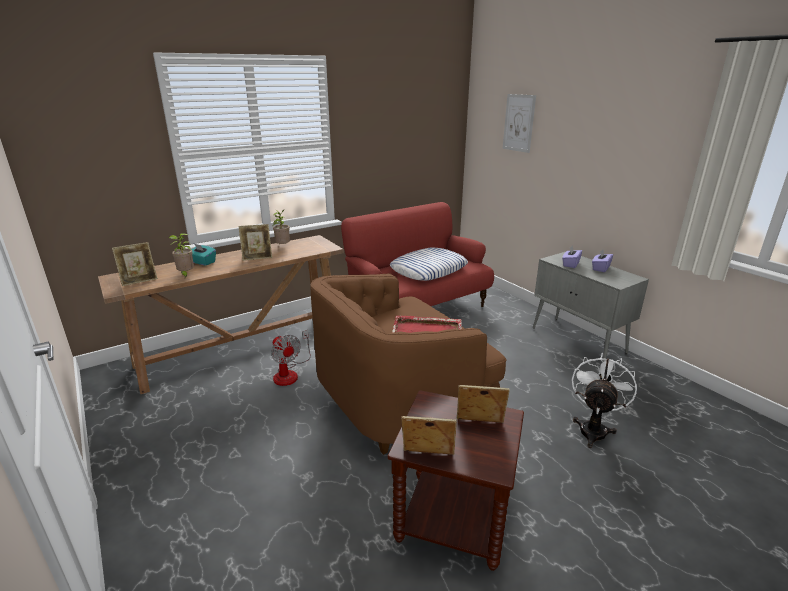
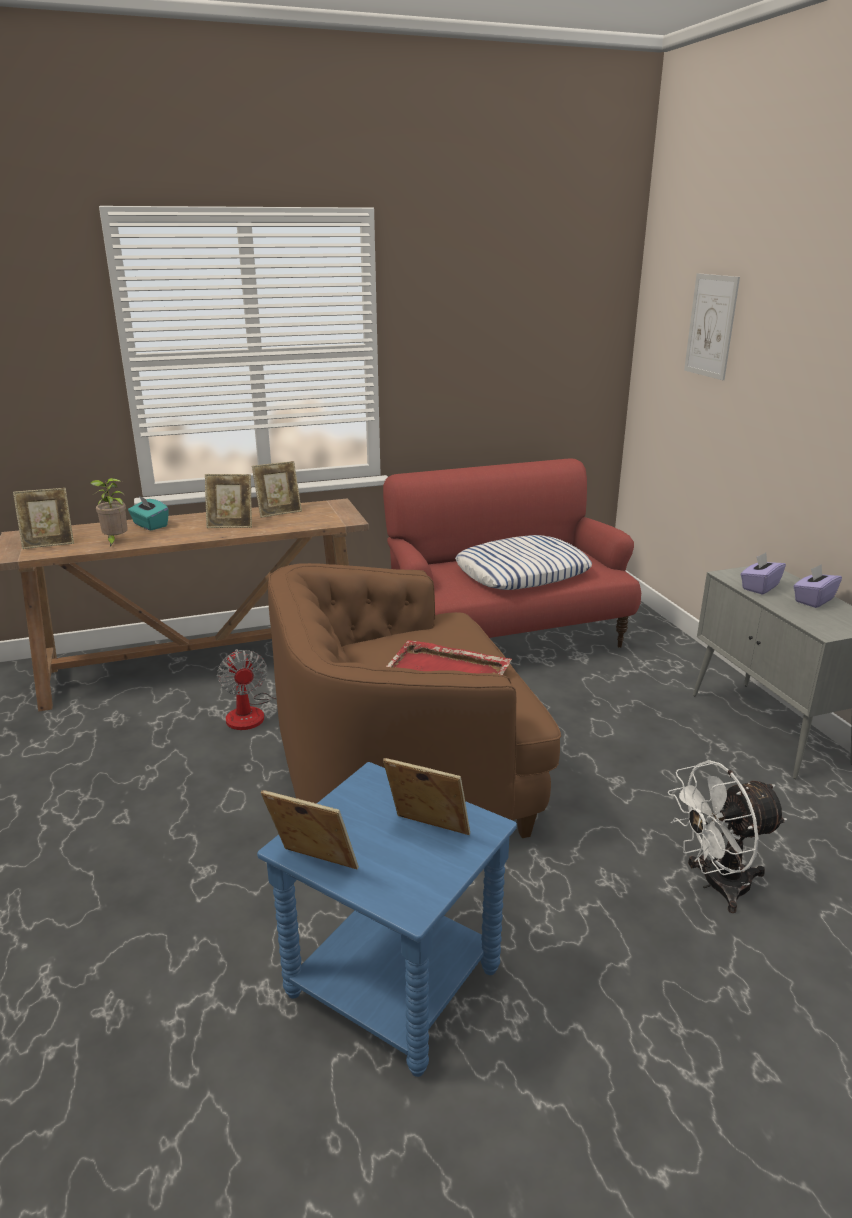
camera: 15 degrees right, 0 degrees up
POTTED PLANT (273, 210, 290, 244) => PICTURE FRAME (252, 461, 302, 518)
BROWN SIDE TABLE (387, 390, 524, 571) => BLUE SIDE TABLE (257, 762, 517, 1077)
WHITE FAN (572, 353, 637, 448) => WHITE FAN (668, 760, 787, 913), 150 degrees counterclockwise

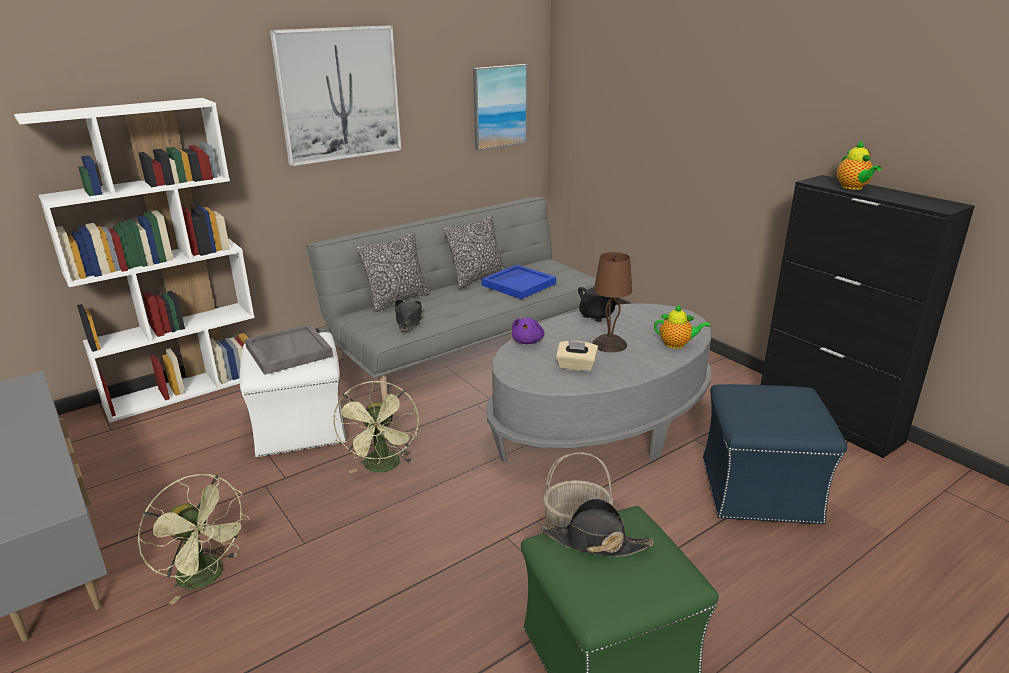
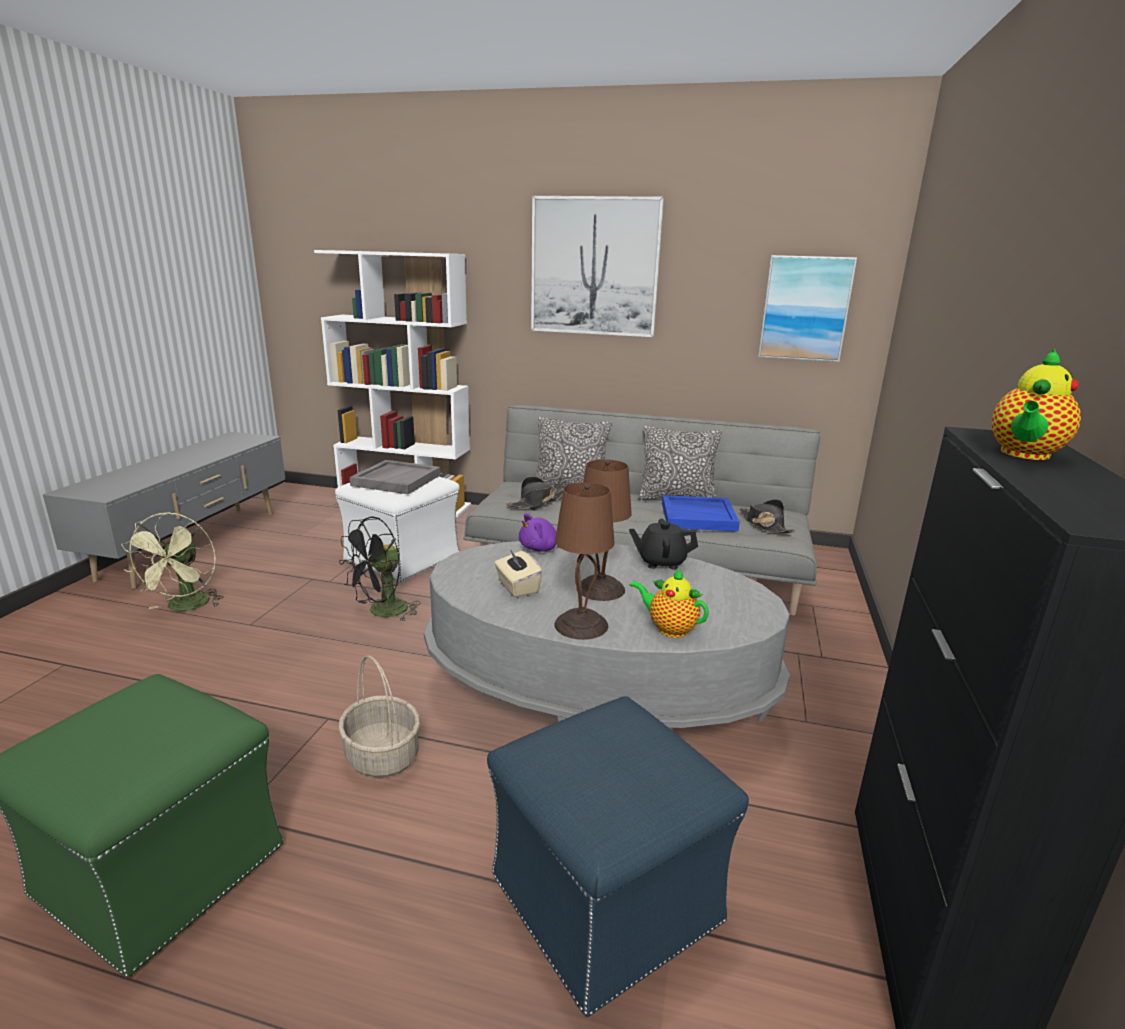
camera: 50 degrees right, 5 degrees down
GREEN FAN (333, 380, 419, 473) => BLACK FAN (339, 516, 420, 622)
BLACK HAT (541, 498, 654, 557) => BLACK HAT (740, 499, 796, 533), moved
TEAPOT (654, 305, 711, 349) => TEAPOT (629, 568, 709, 638), 150 degrees clockwise
nothing => BROWN TABLE LAMP (554, 482, 615, 640)

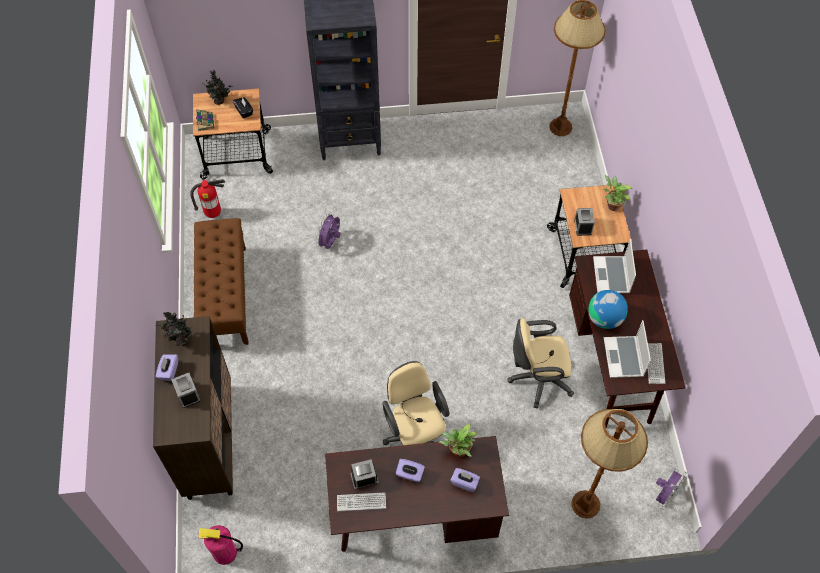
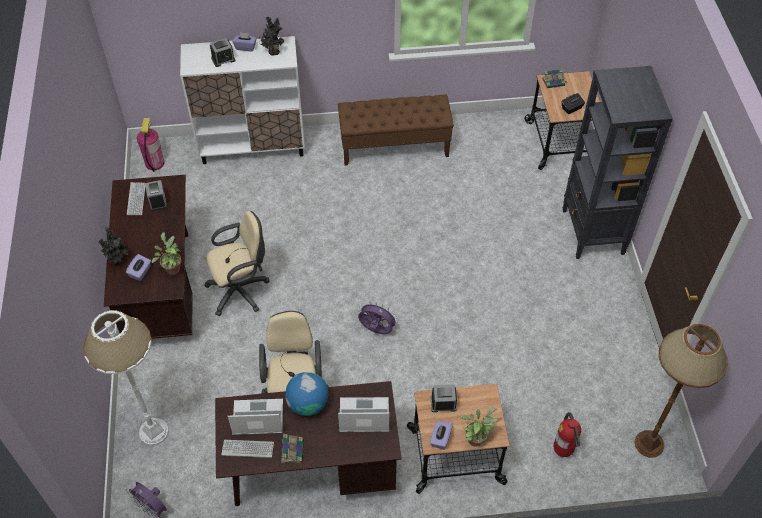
camera: 90 degrees right, 5 degrees down
BROWN CABINET (153, 316, 233, 500) => WHITE CABINET (180, 36, 305, 164)
FIRE EXTINGUISHER (190, 179, 225, 218) => FIRE EXTINGUISHER (554, 412, 581, 457), moved
POTTED PLANT (204, 70, 232, 105) => POTTED PLANT (98, 226, 130, 264), moved
PURPLE FAN (316, 212, 341, 249) => PURPLE FAN (358, 301, 398, 334), moved
PURPLE TISSUE BOX (395, 459, 425, 482) => PURPLE TISSUE BOX (430, 421, 453, 450), moved
BROWN FLOOR LAMP (571, 409, 648, 519) => WHITE FLOOR LAMP (83, 310, 168, 445)
nothing => BOOK (281, 434, 304, 464)

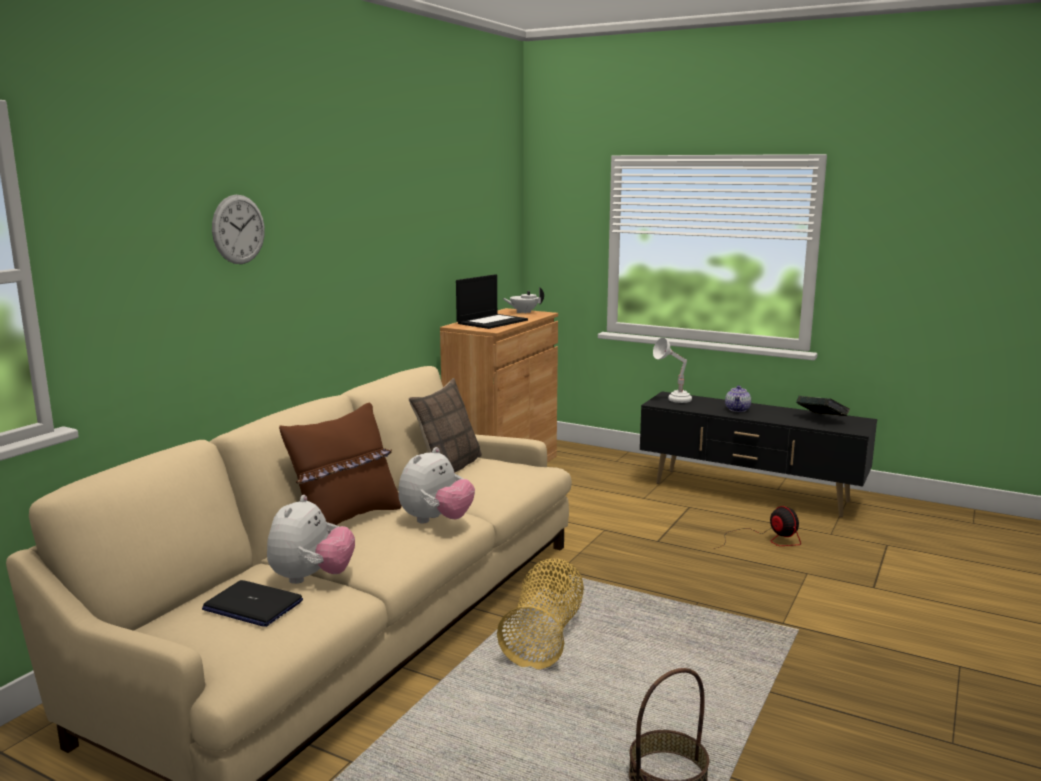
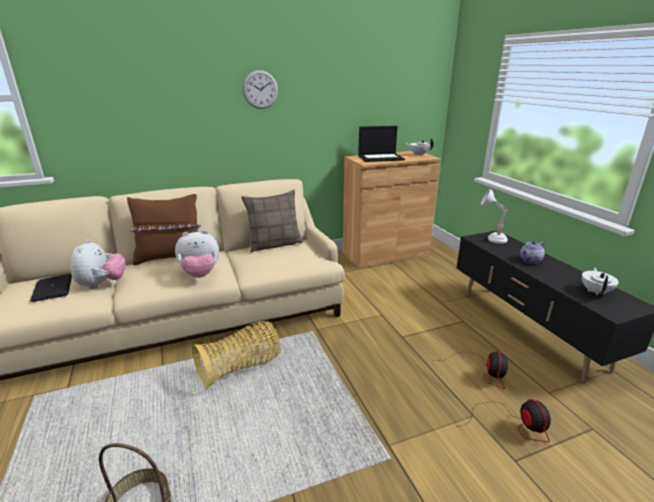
camera: 40 degrees right, 10 degrees up
WALL CLOCK (212, 195, 265, 264) => WALL CLOCK (242, 70, 278, 109), moved
PLUSH TOY (267, 495, 355, 584) => PLUSH TOY (71, 239, 125, 289), 60 degrees counterclockwise
BOOK (796, 396, 850, 416) => WHITE TEAPOT (582, 267, 619, 296)
nothing => FAN (455, 399, 551, 442)

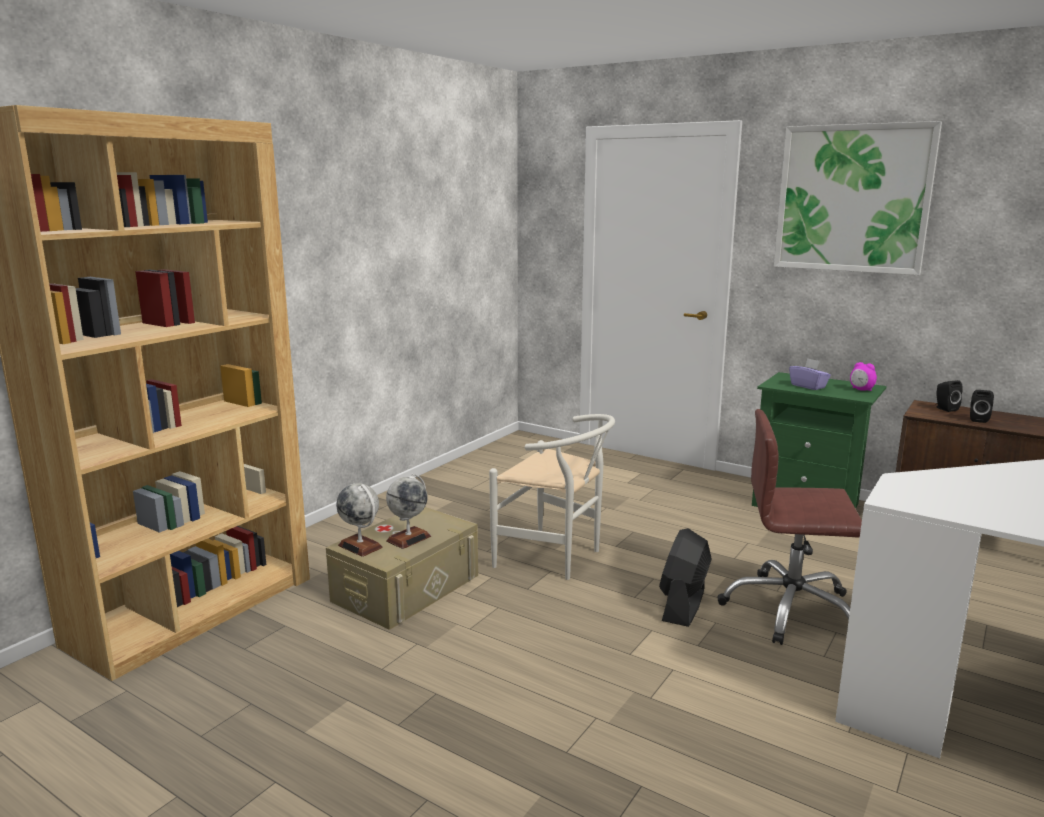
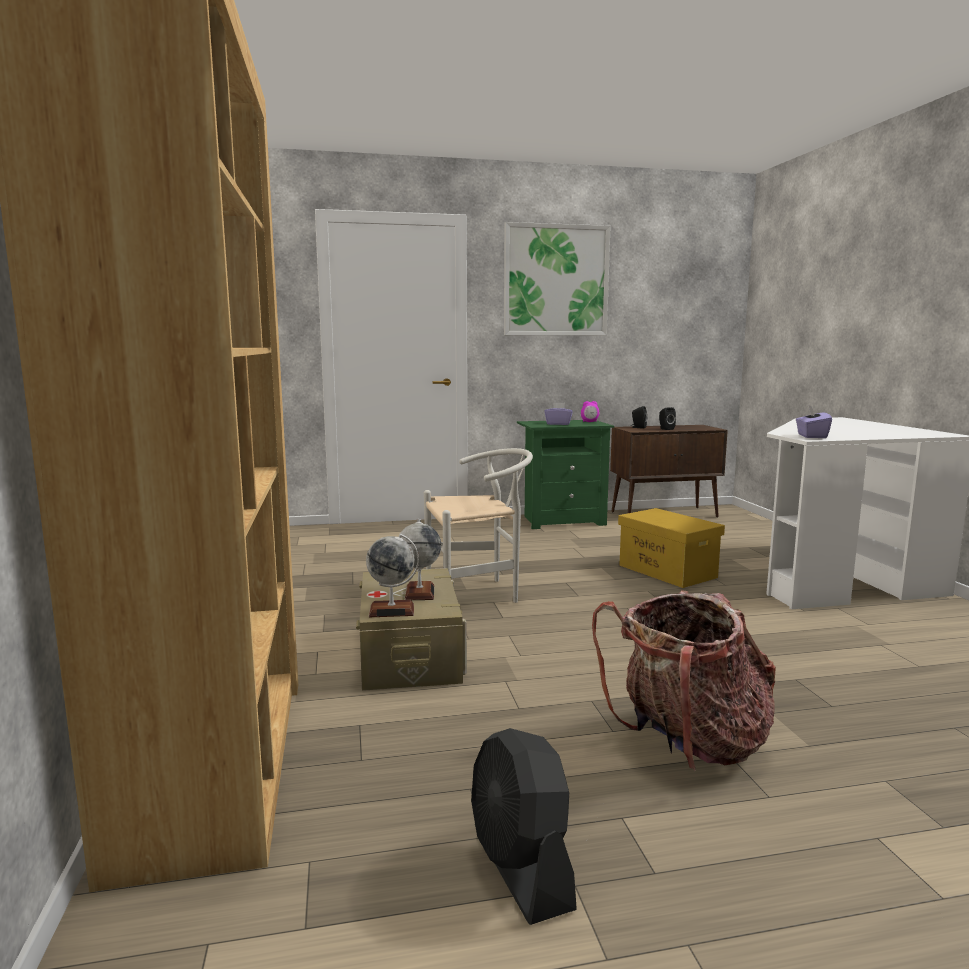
camera: 45 degrees left, 5 degrees down
BLACK FAN (659, 528, 712, 627) => BLACK FAN (471, 728, 577, 925), moved
BROWN OFFICE CHAIR (717, 409, 862, 645) => YELLOW STORAGE BOX (618, 508, 725, 588)
nothing => BACKPACK (592, 590, 775, 771)
nothing => PURPLE TISSUE BOX (796, 406, 832, 438)

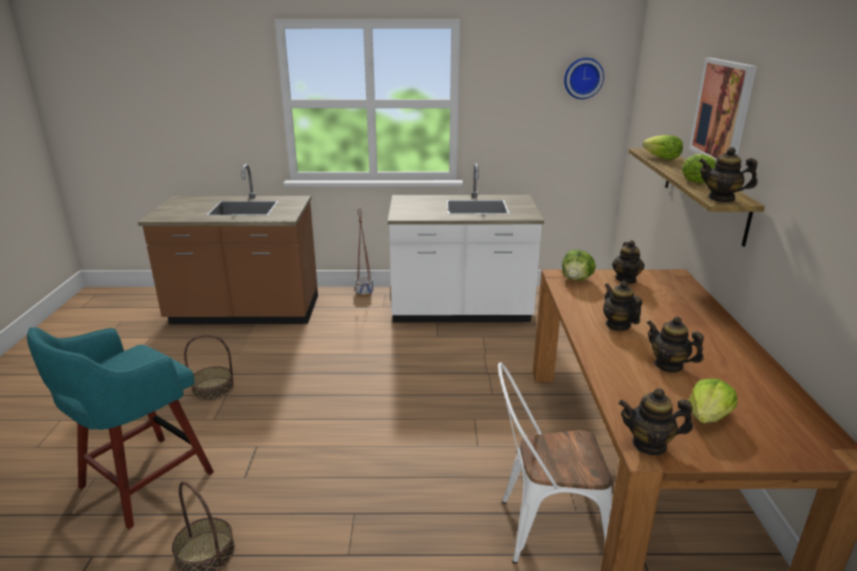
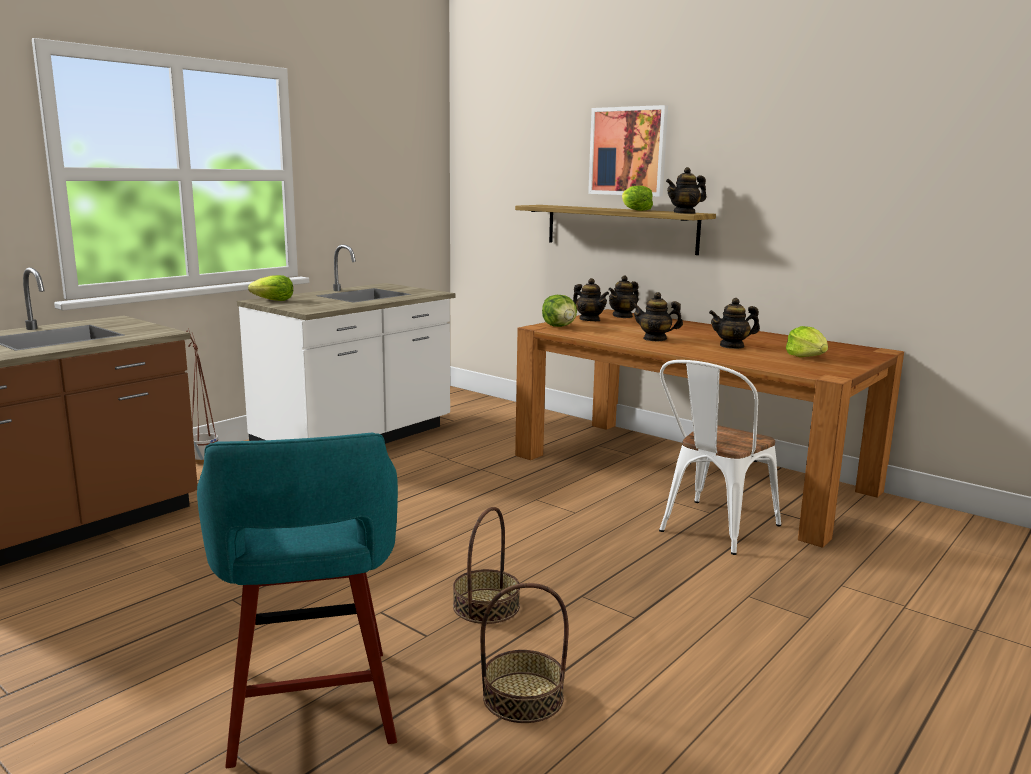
camera: 50 degrees left, 10 degrees down
BASKET (184, 334, 234, 400) => BASKET (453, 507, 520, 624), moved
WALL CLOCK (564, 58, 604, 99) => nothing
TEAPOT (618, 388, 693, 456) => TEAPOT (608, 275, 639, 318), moved
LETTUCE (642, 135, 683, 160) => LETTUCE (248, 275, 293, 301), moved

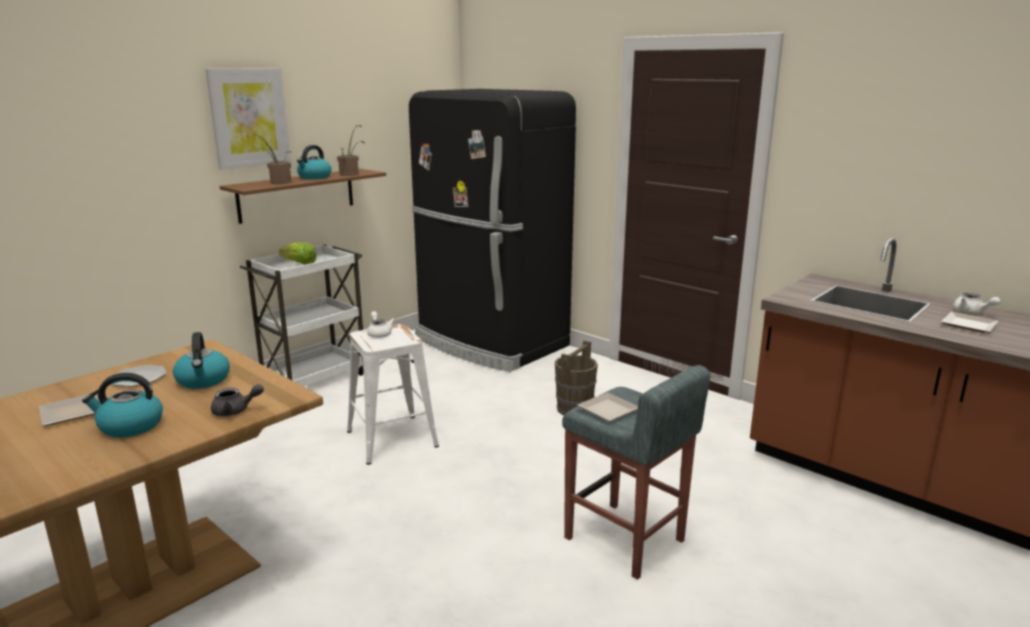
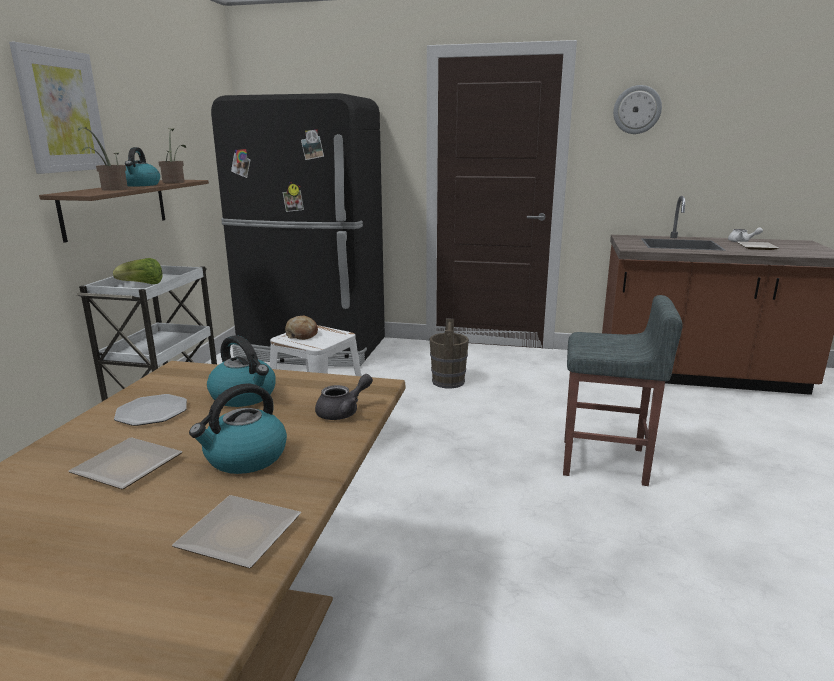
camera: 30 degrees left, 0 degrees up
WHITE TEAPOT (367, 311, 395, 338) => BREAD (285, 316, 318, 340)
PLATE (577, 393, 638, 422) => PLATE (172, 495, 301, 568), moved
nothing => WALL CLOCK (613, 85, 662, 134)

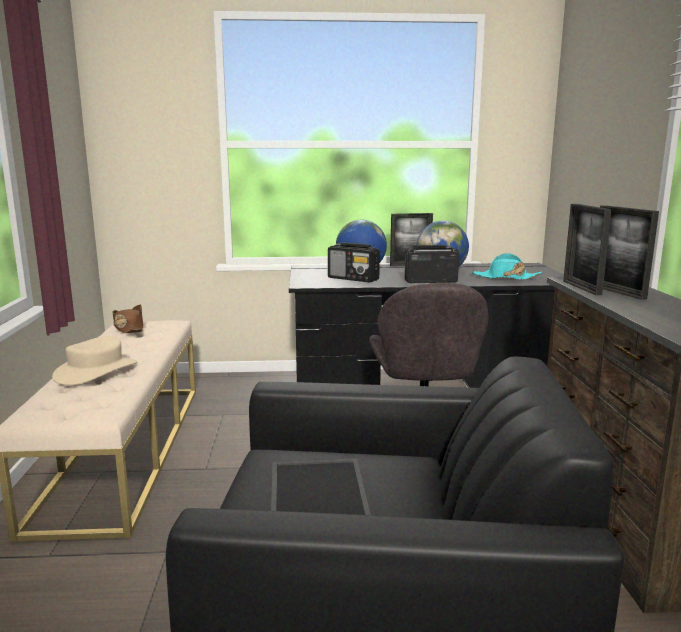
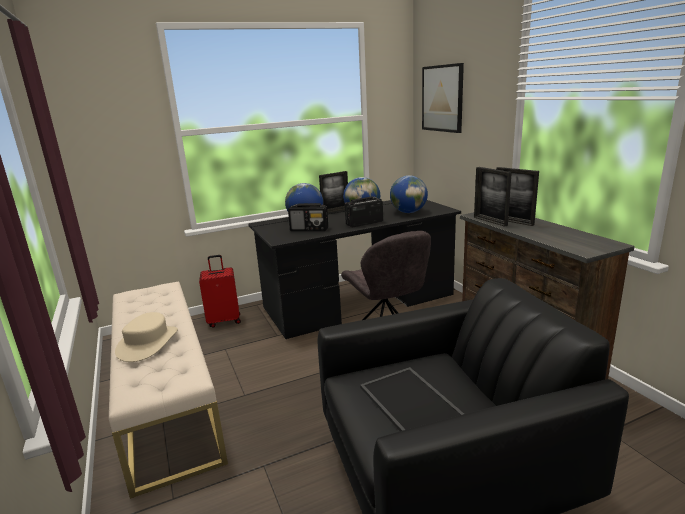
camera: 20 degrees left, 5 degrees up
BROWN HAT (113, 304, 143, 333) => nothing
TURQUOISE HAT (472, 253, 543, 280) => GLOBE (390, 175, 428, 213)
nothing => RED SUITCASE (199, 255, 241, 327)
nothing => PICTURE (422, 63, 464, 133)

